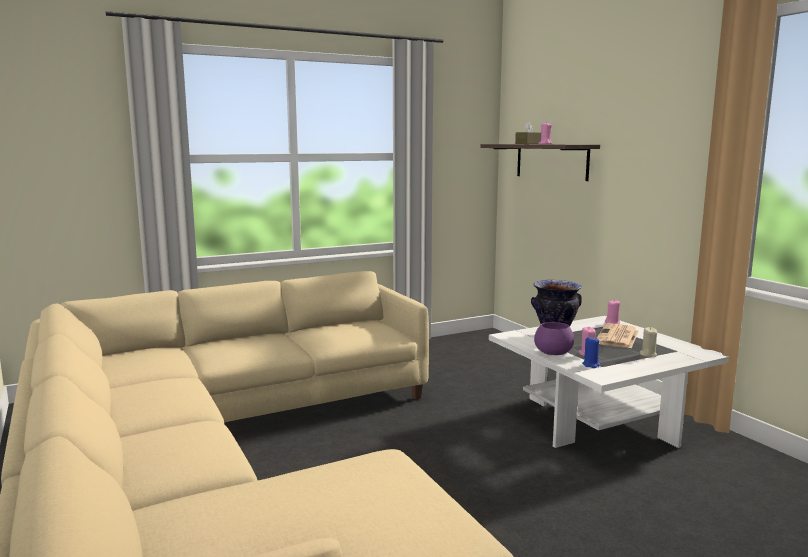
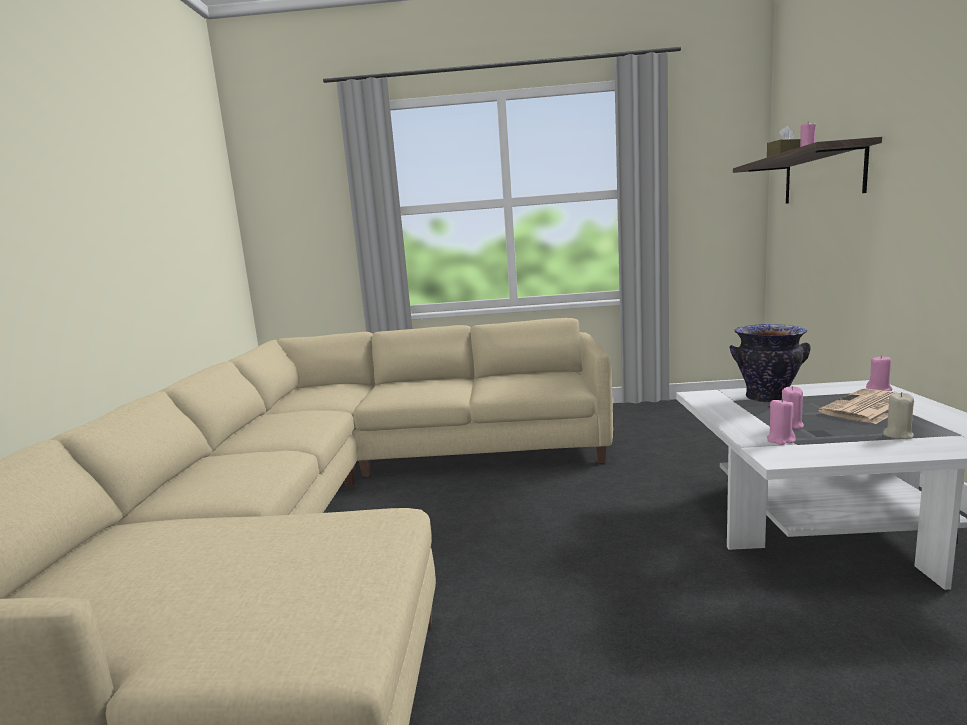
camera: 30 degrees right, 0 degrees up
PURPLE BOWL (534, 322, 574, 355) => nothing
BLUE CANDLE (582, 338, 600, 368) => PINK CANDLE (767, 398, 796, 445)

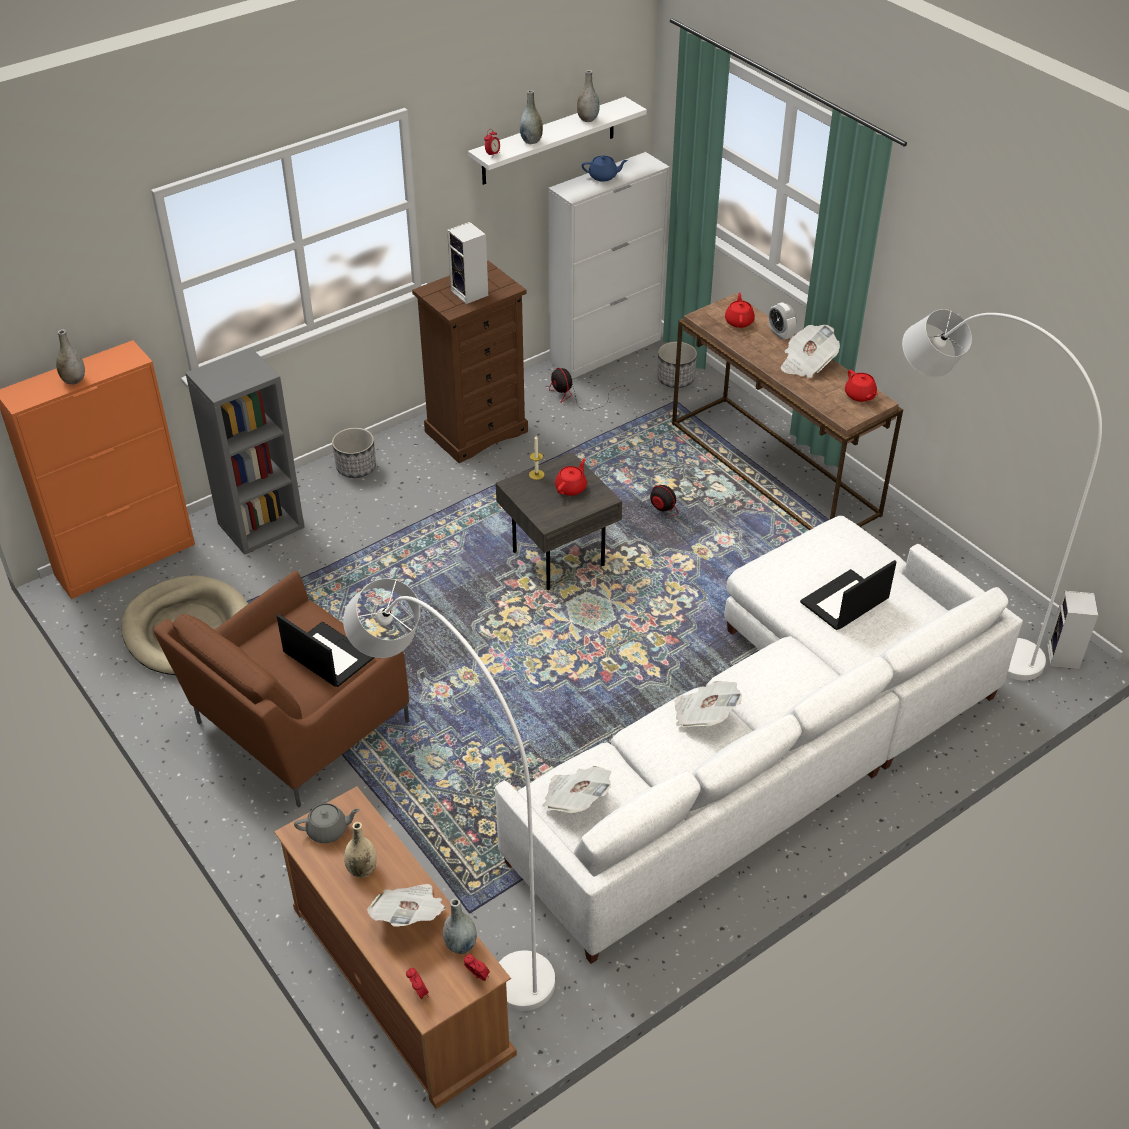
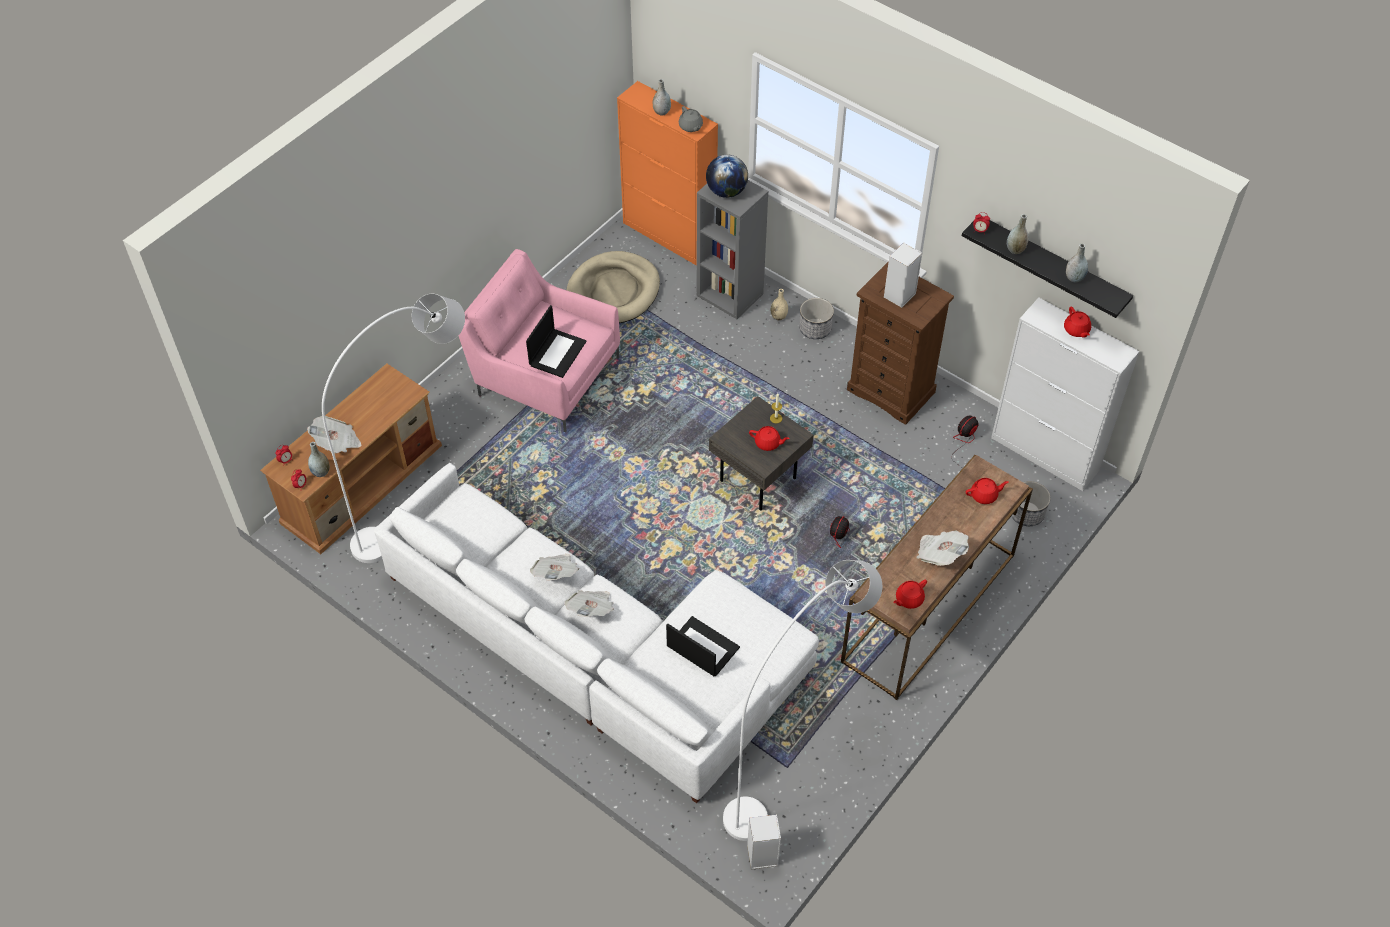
camera: 75 degrees right, 10 degrees up
BROWN ARMCHAIR (153, 571, 409, 808) => PINK ARMCHAIR (459, 249, 620, 432)
GREY TEAPOT (294, 803, 360, 843) => GREY TEAPOT (679, 106, 703, 132), moved
BEIGE VASE (344, 822, 377, 878) => BEIGE VASE (771, 289, 788, 320), moved
WHITE SHELF (468, 97, 647, 185) => BLACK SHELF (962, 221, 1133, 318)
NEWSPAPER (543, 766, 612, 813) => NEWSPAPER (565, 590, 614, 617), moved
BLUE TEAPOT (582, 155, 628, 182) => RED TEAPOT (1064, 307, 1091, 338)
ALARM CLOCK (769, 302, 796, 340) => nothing
nothing => GLOBE (706, 155, 748, 198)

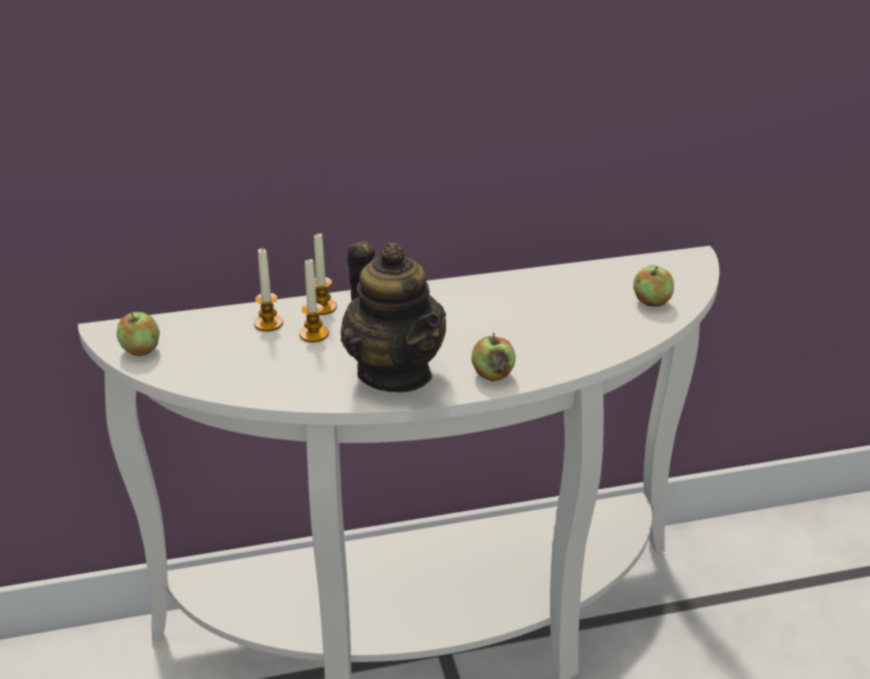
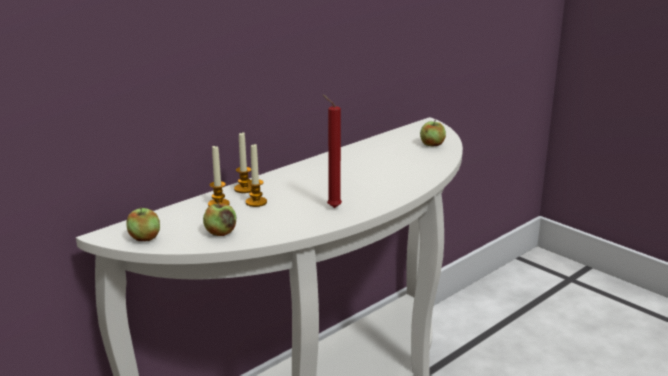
camera: 30 degrees left, 10 degrees down
TEAPOT (341, 241, 446, 392) => RED CANDLE (323, 95, 342, 208)
APPLE (471, 333, 516, 381) => APPLE (203, 200, 236, 236), moved

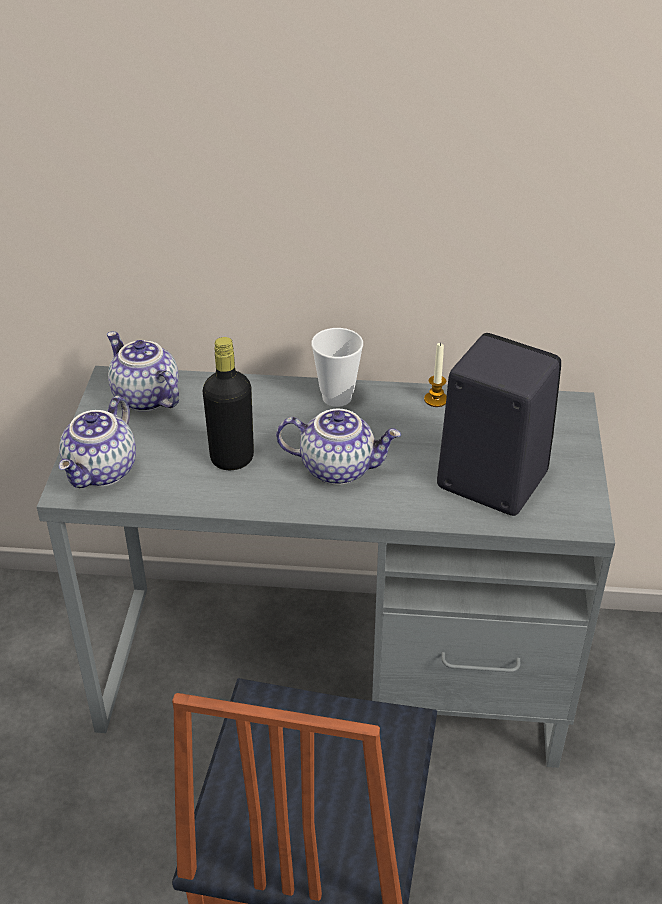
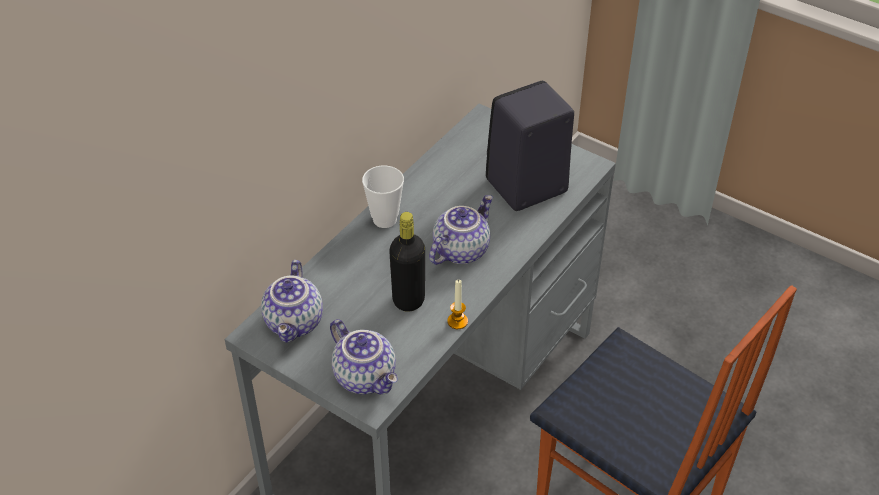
camera: 60 degrees left, 5 degrees up
TEAPOT (107, 331, 179, 412) => TEAPOT (261, 260, 323, 343), 75 degrees counterclockwise
CANDLE (424, 342, 447, 407) => CANDLE (447, 280, 468, 329), moved

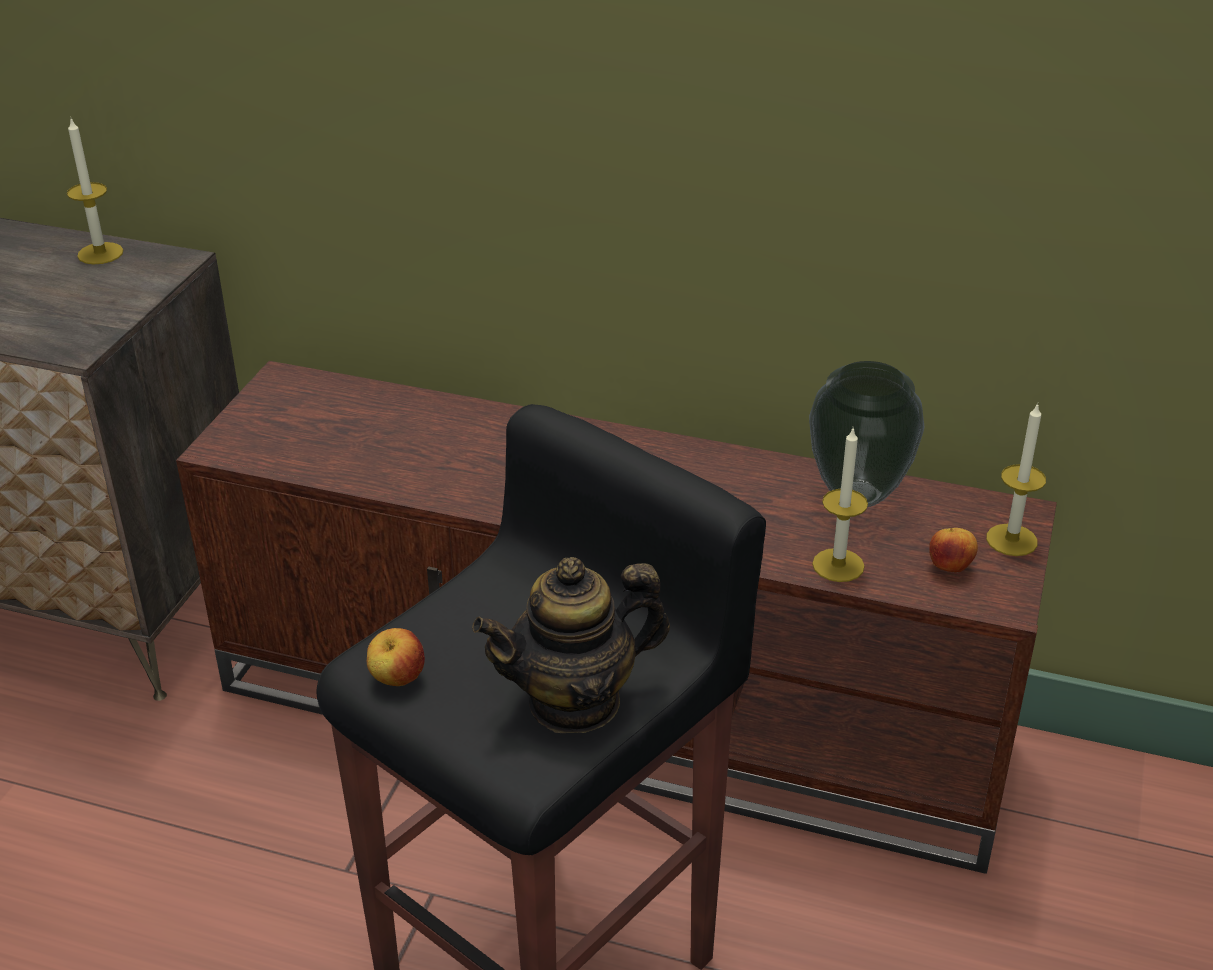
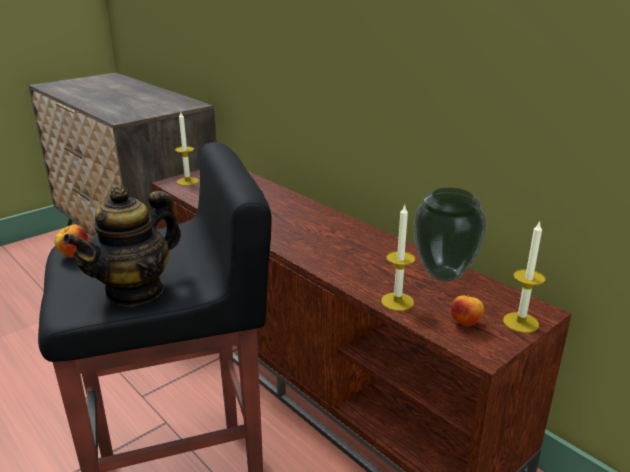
camera: 30 degrees right, 10 degrees down
CANDLE (67, 119, 123, 265) => CANDLE (175, 112, 199, 186), moved
TEAPOT (472, 557, 670, 733) => TEAPOT (63, 185, 181, 307), 60 degrees counterclockwise

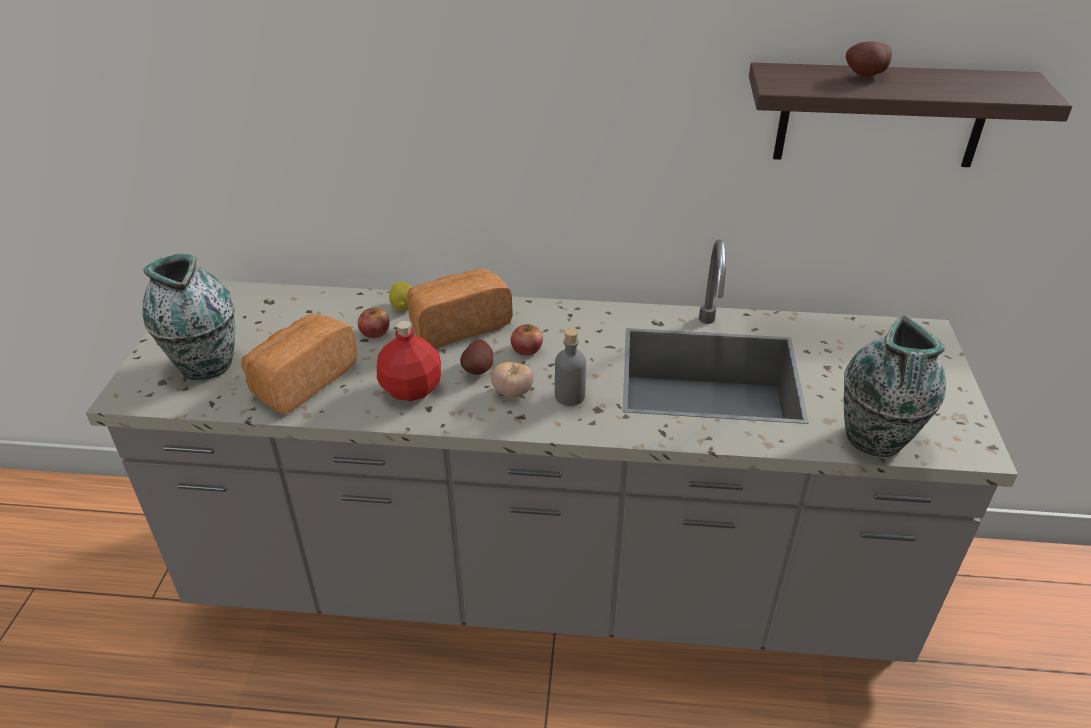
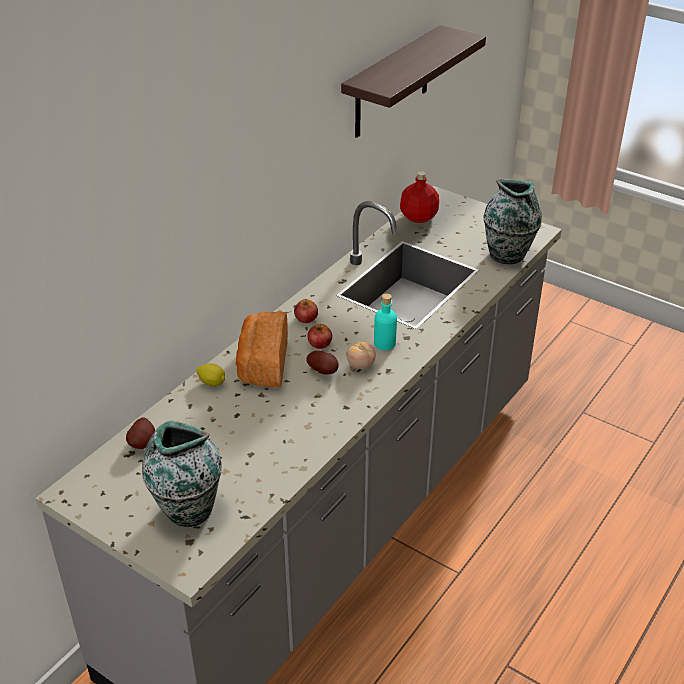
camera: 60 degrees left, 0 degrees up
BREAD (241, 314, 357, 415) => nothing
APPLE (358, 308, 390, 338) => APPLE (294, 299, 318, 323), moved
RED BOTTLE (377, 321, 441, 401) => RED BOTTLE (400, 171, 439, 223), moved
GREY BOTTLE (555, 328, 586, 406) => TURQUOISE BOTTLE (374, 294, 397, 350)
POTATO (846, 41, 892, 77) => POTATO (126, 417, 155, 449), moved

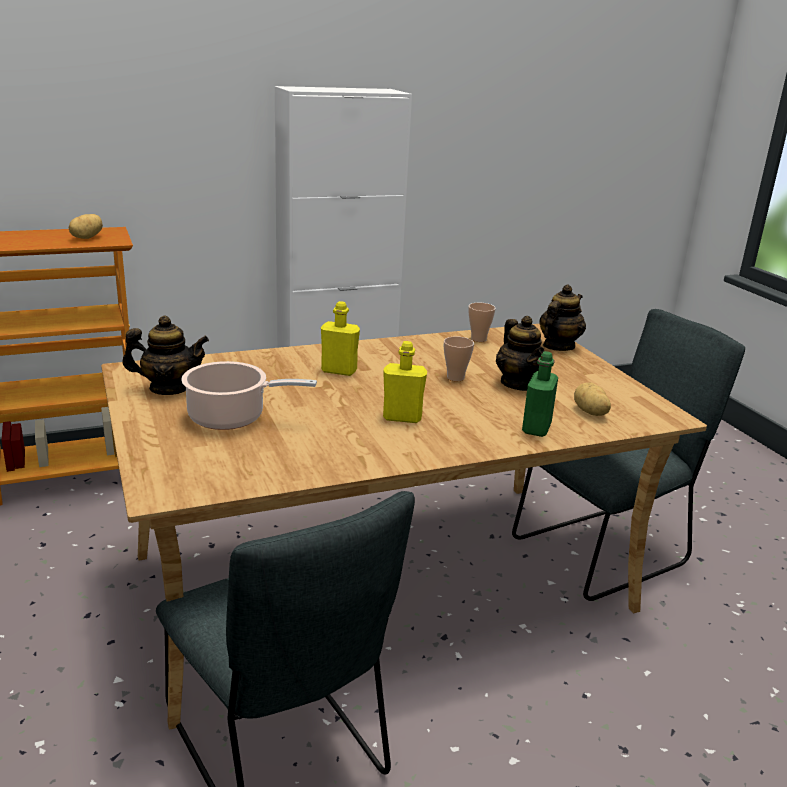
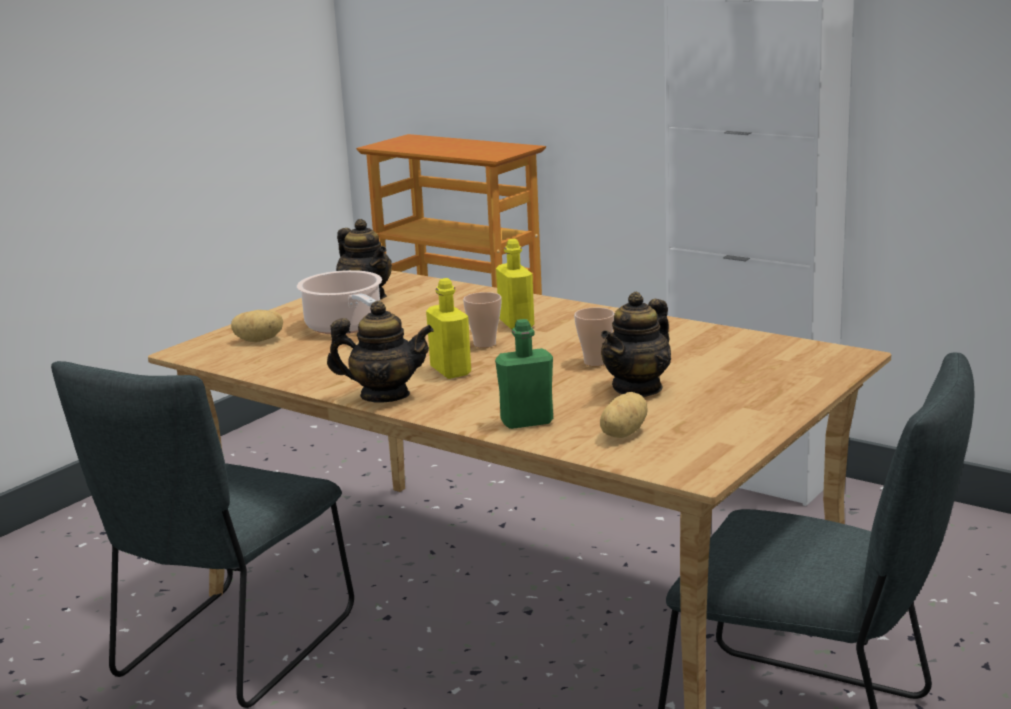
camera: 60 degrees right, 5 degrees down
POTATO (69, 214, 103, 239) => POTATO (231, 310, 283, 342), moved
CUP (468, 303, 496, 342) => CUP (463, 292, 502, 348), moved
TEAPOT (539, 284, 586, 351) => TEAPOT (327, 301, 434, 403), moved

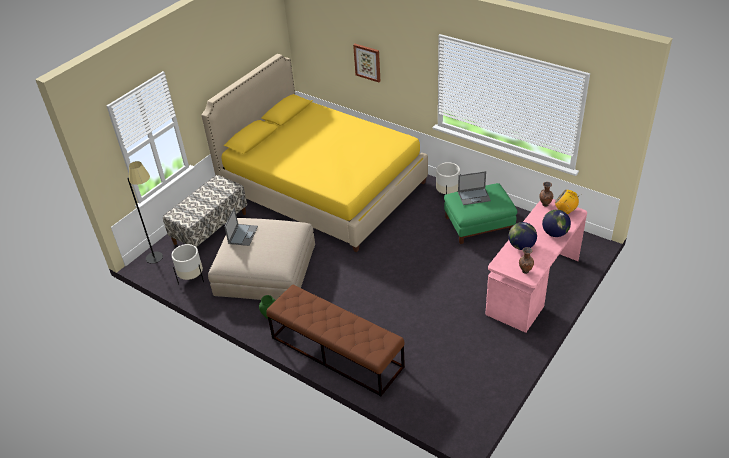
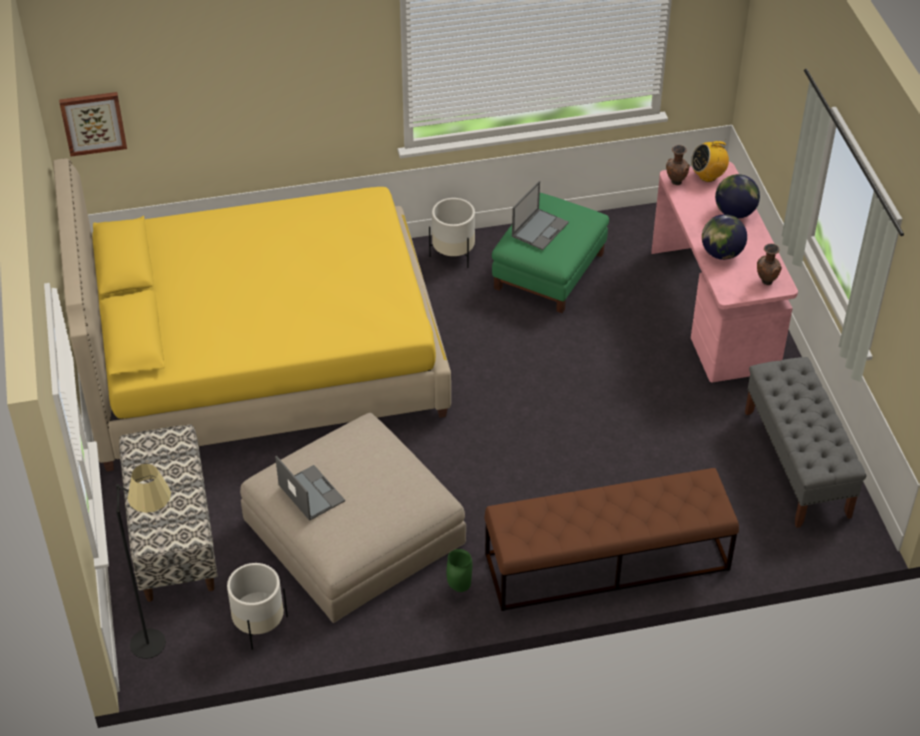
camera: 50 degrees left, 5 degrees up
PICTURE (353, 44, 380, 82) => PICTURE (59, 92, 127, 157), moved
nothing => GREY BENCH (745, 357, 866, 528)

